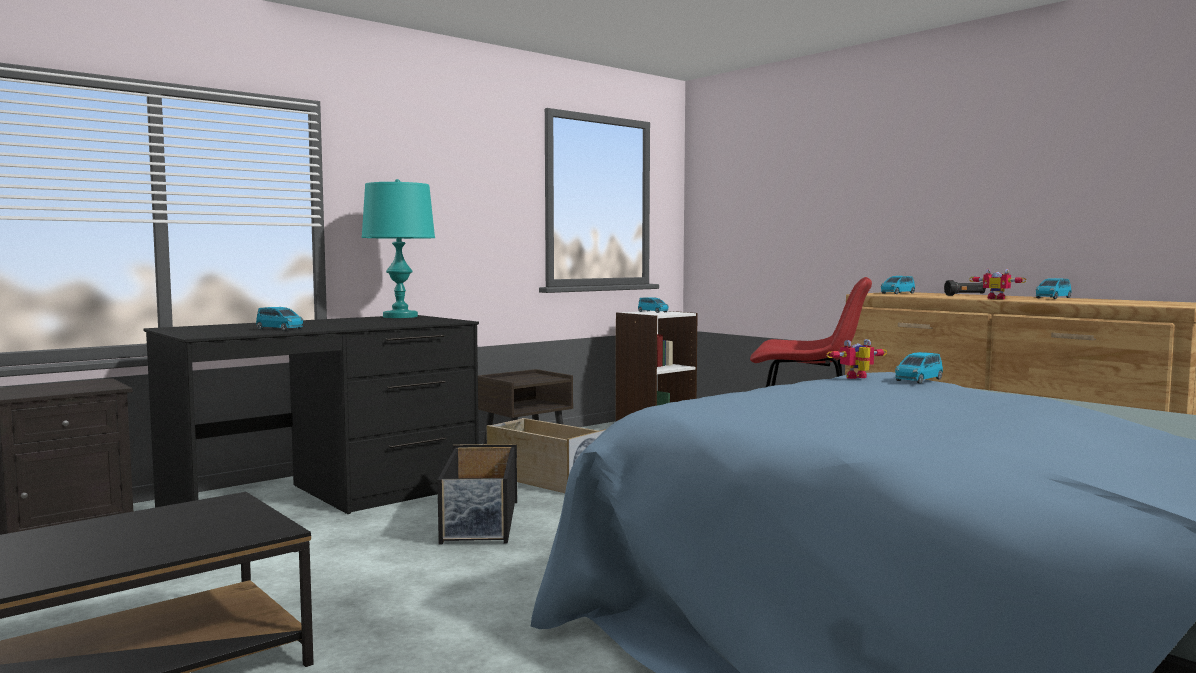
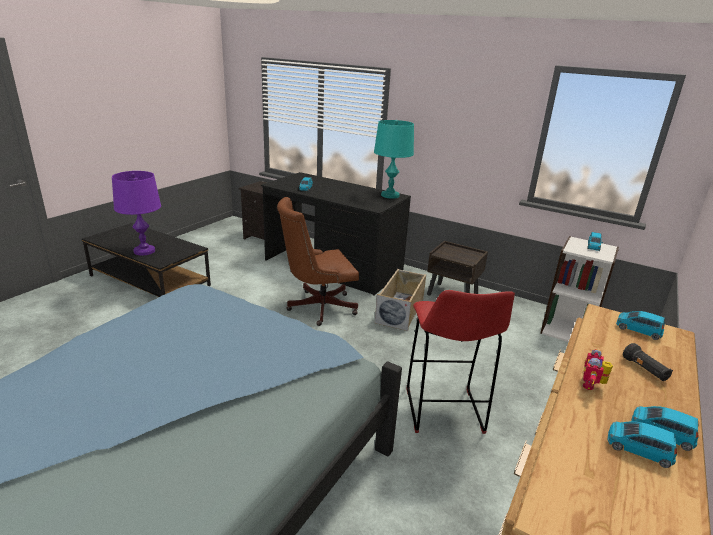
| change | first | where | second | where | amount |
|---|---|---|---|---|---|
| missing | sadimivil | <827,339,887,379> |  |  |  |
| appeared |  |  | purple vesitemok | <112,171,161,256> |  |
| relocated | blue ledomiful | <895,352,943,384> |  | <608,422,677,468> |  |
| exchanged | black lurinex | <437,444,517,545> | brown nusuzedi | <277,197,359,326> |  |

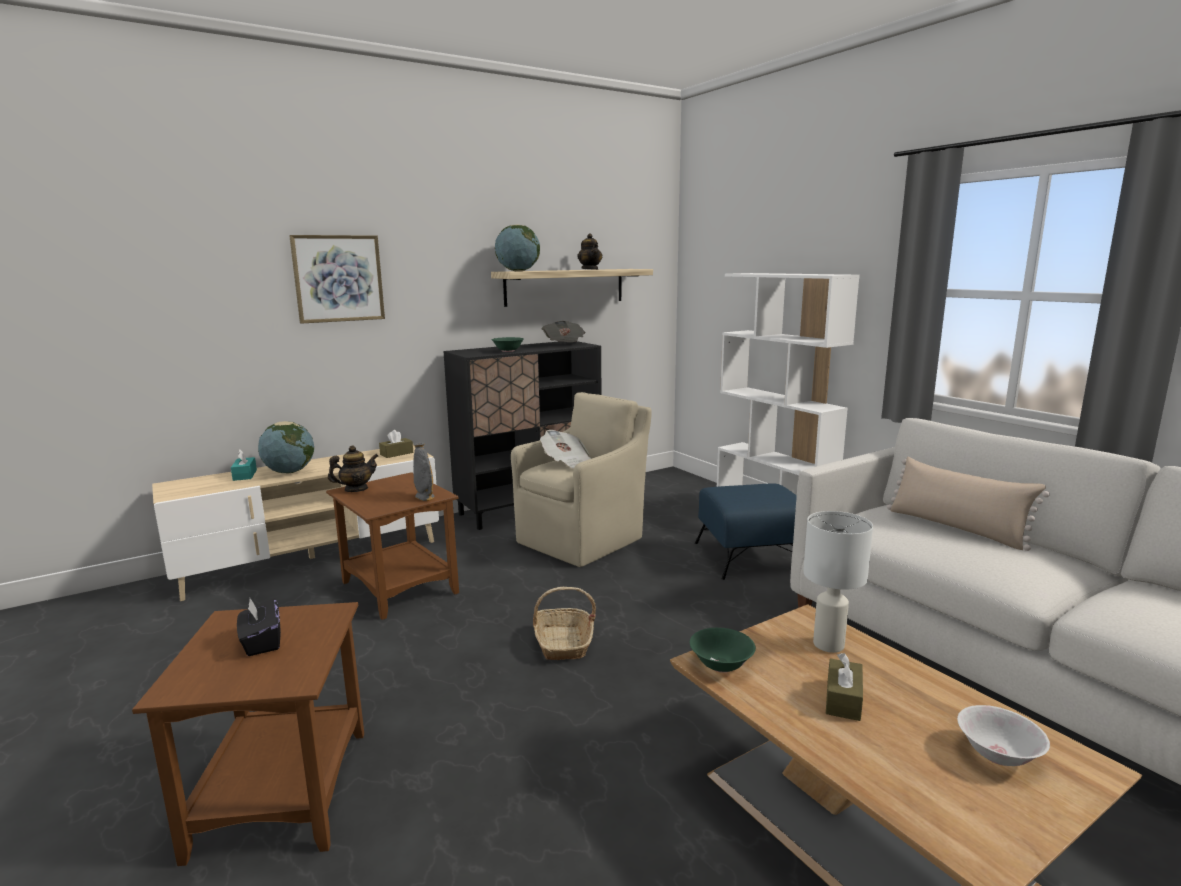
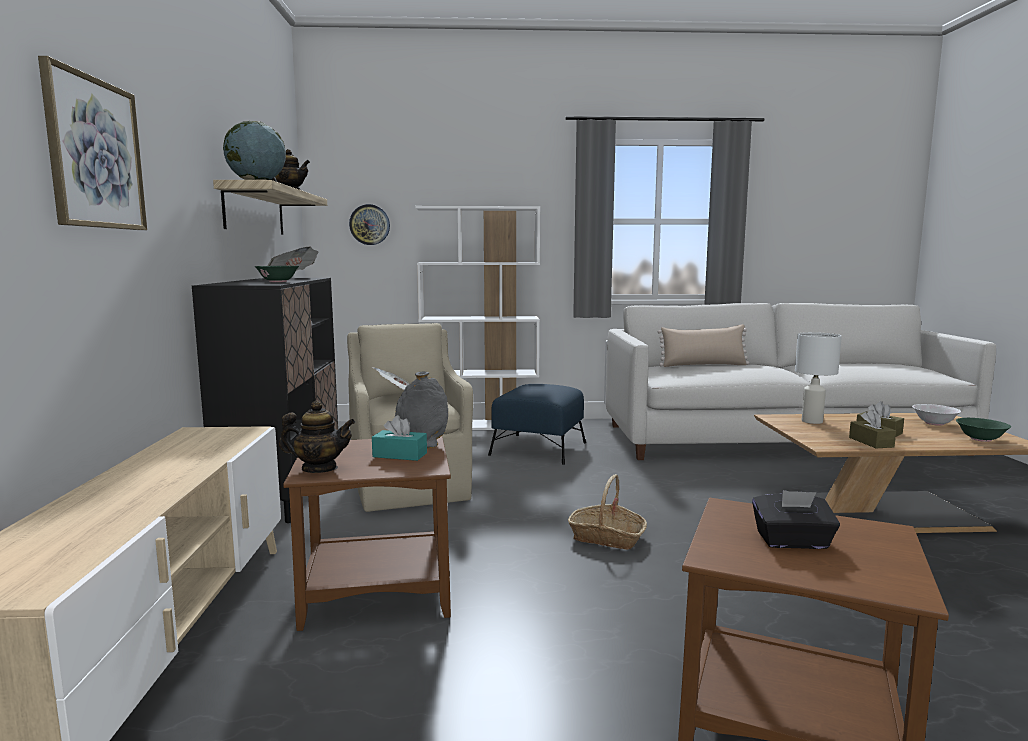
| change | first | where | second | where | amount |
|---|---|---|---|---|---|
| missing | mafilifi | <258,421,314,473> |  |  |  |
| appeared |  |  | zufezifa | <349,204,390,245> |  |
| relocated | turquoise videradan | <231,449,257,481> |  | <372,415,427,461> |  |
| relocated | brown videradan | <379,430,413,458> |  | <849,410,896,449> |  |
| relocated | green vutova | <690,628,756,673> |  | <956,418,1011,442> |  |
| spun | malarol | <328,445,378,492> |  | <279,400,355,473> | 90 degrees clockwise |

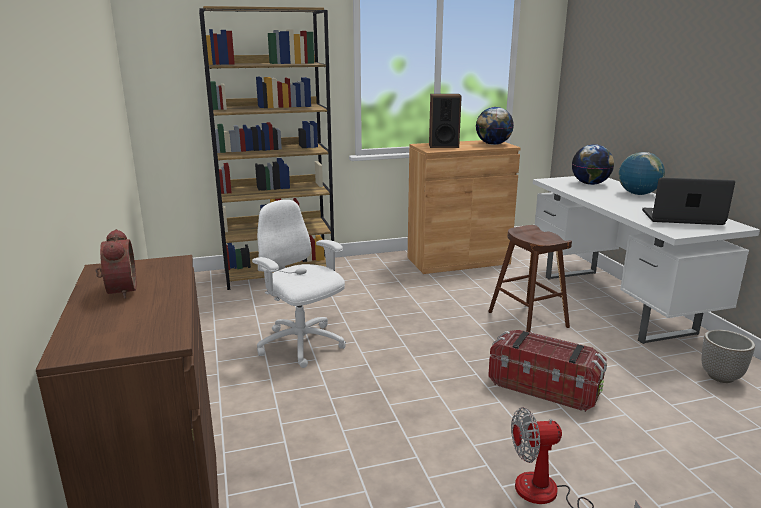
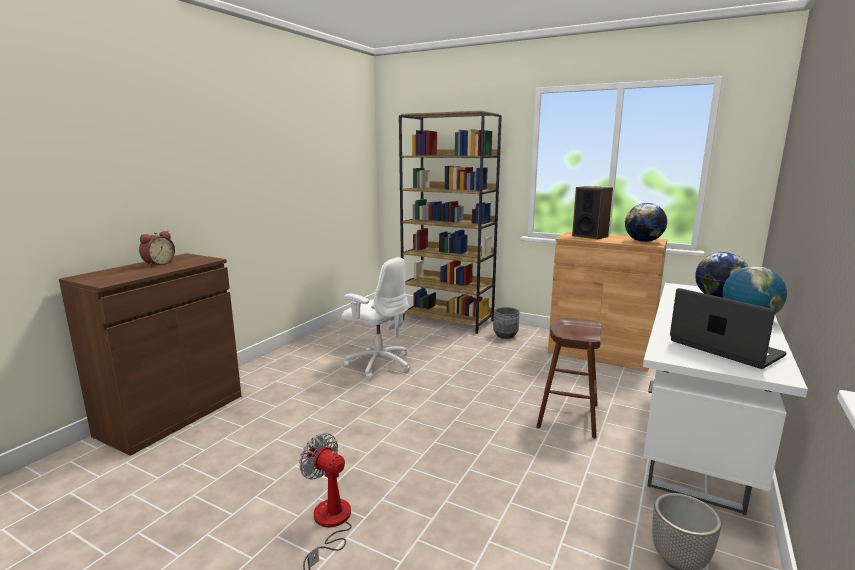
| change | first | where | second | where | amount |
|---|---|---|---|---|---|
| missing | lurinex | <488,330,607,412> |  |  |  |
| appeared |  |  | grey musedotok | <493,307,519,339> |  |
| spun | white nusuzedi | <252,200,346,368> |  | <342,257,410,380> | 120 degrees clockwise |

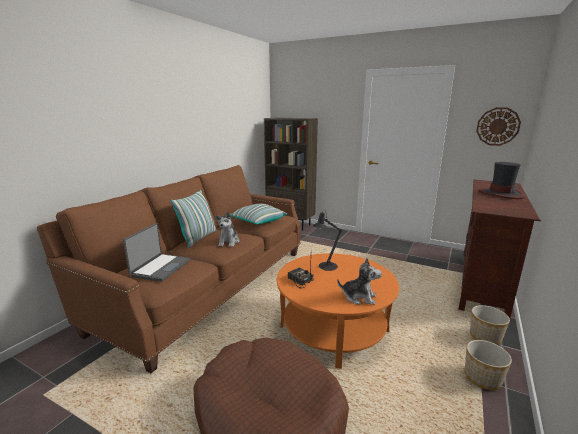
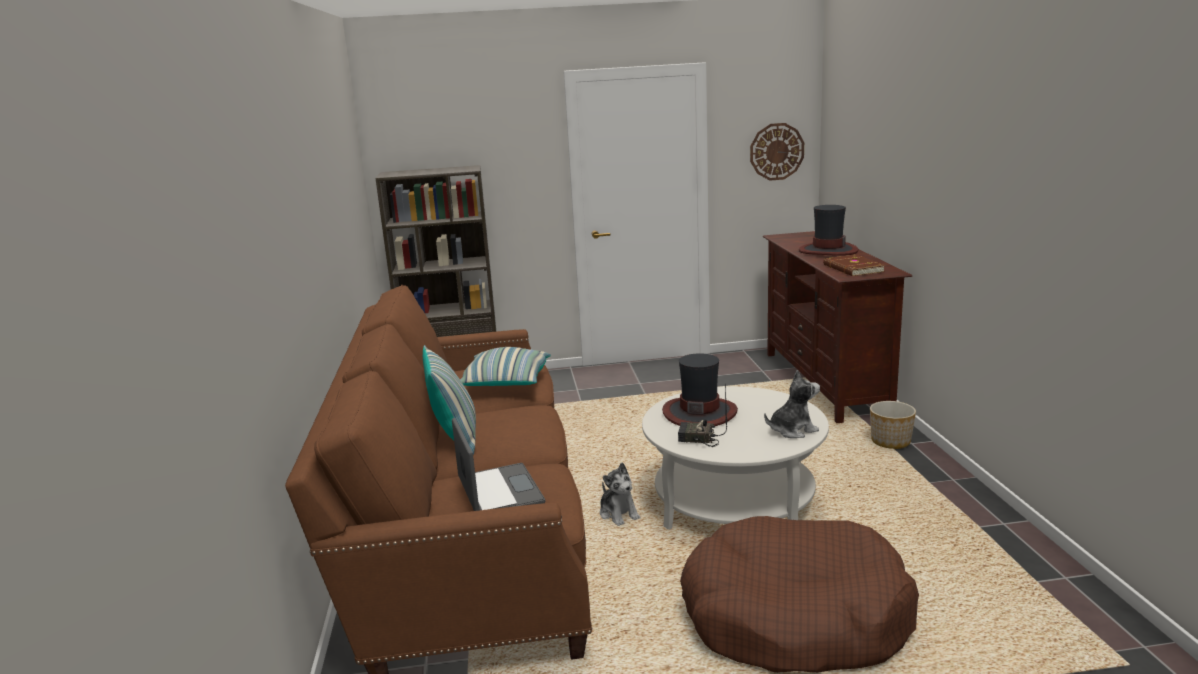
| change | first | where | second | where | amount |
|---|---|---|---|---|---|
| missing | musedotok | <465,340,512,390> |  |  |  |
| appeared |  |  | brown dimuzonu | <823,255,885,276> |  |
| relocated | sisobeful | <215,212,239,247> |  | <600,463,641,526> |  |
| exchanged | black vesitemok | <313,209,342,271> | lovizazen | <662,353,738,426> |  |
| colour | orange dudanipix | <277,253,399,369> | white dudanipix | <642,386,829,530> |  |

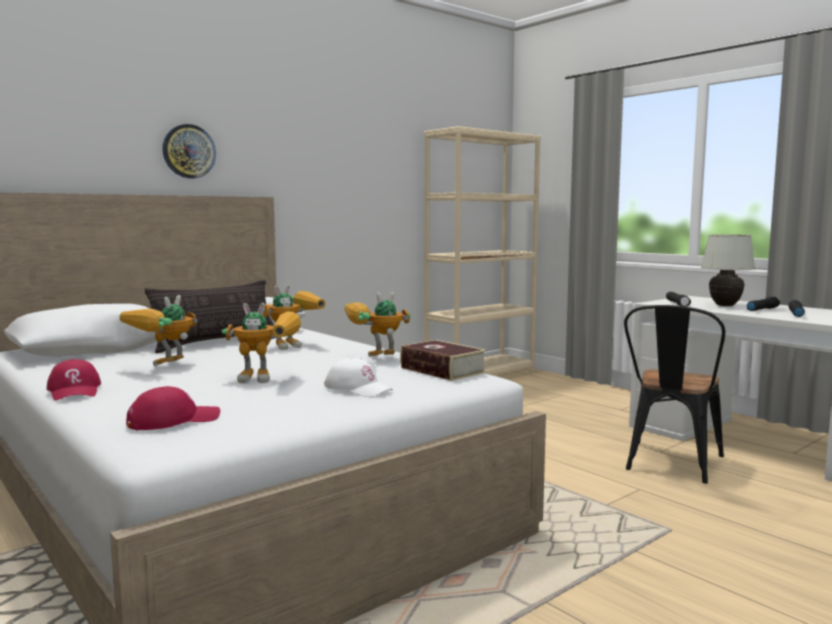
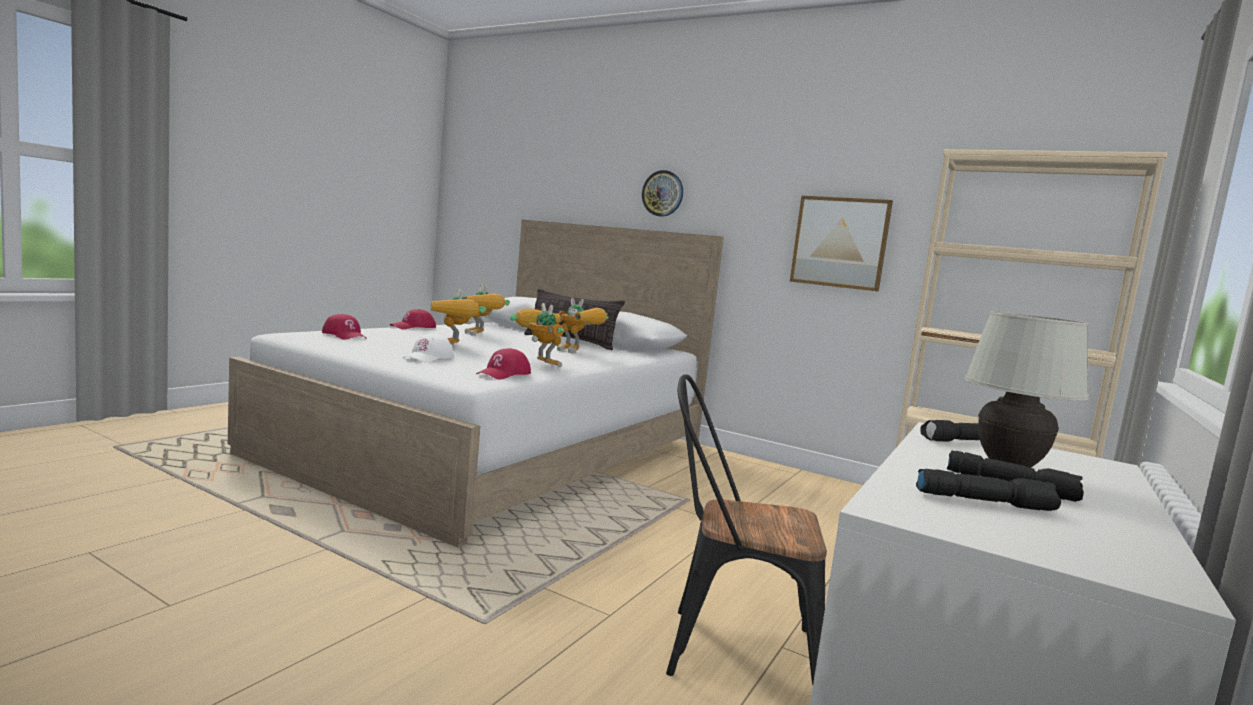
| change | first | where | second | where | amount |
|---|---|---|---|---|---|
| appeared |  |  | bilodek | <790,196,893,291> |  |
| exchanged | dimuzonu | <400,340,487,381> | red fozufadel | <476,348,531,379> |  |
| spun | sadimivil | <119,295,197,366> |  | <465,284,510,336> | 135 degrees counterclockwise |

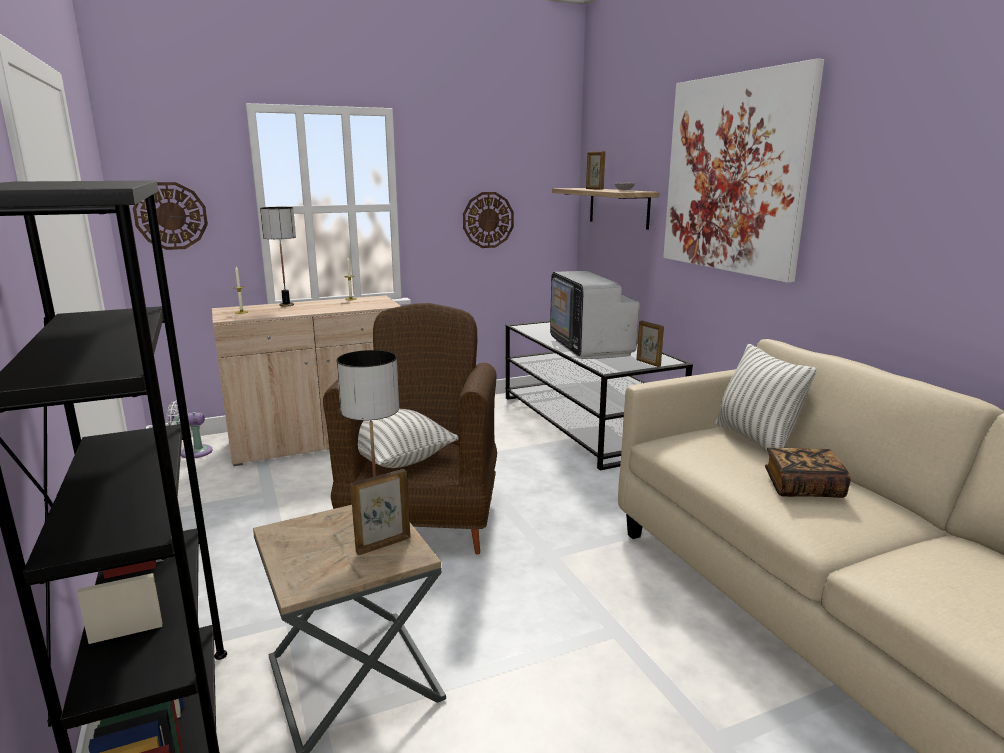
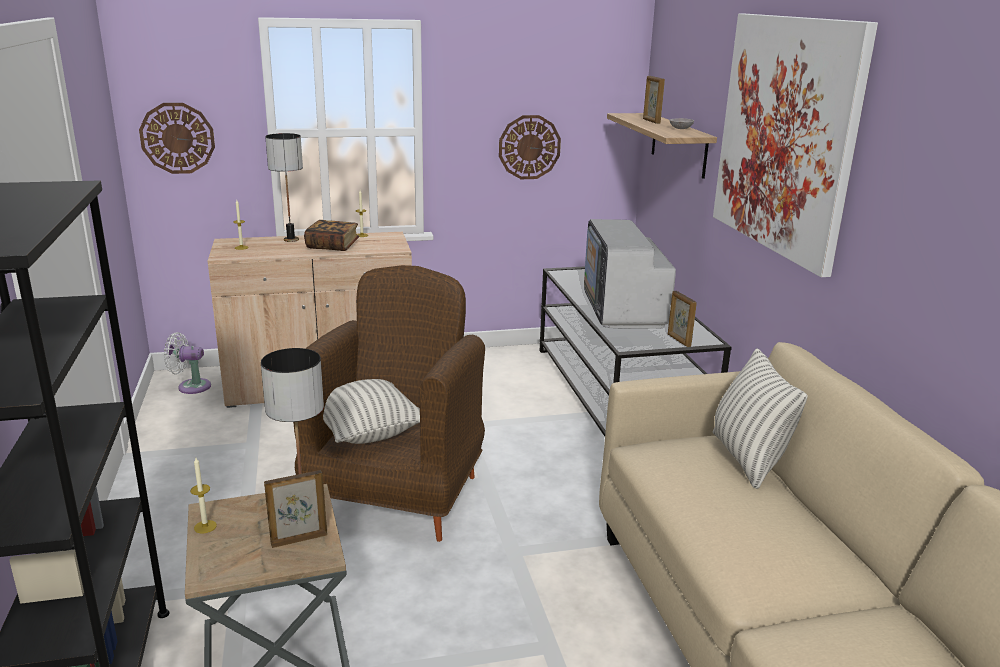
| change | first | where | second | where | amount |
|---|---|---|---|---|---|
| appeared |  |  | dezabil | <190,458,217,534> |  |
| relocated | dimuzonu | <765,447,851,498> |  | <304,220,359,251> |  |

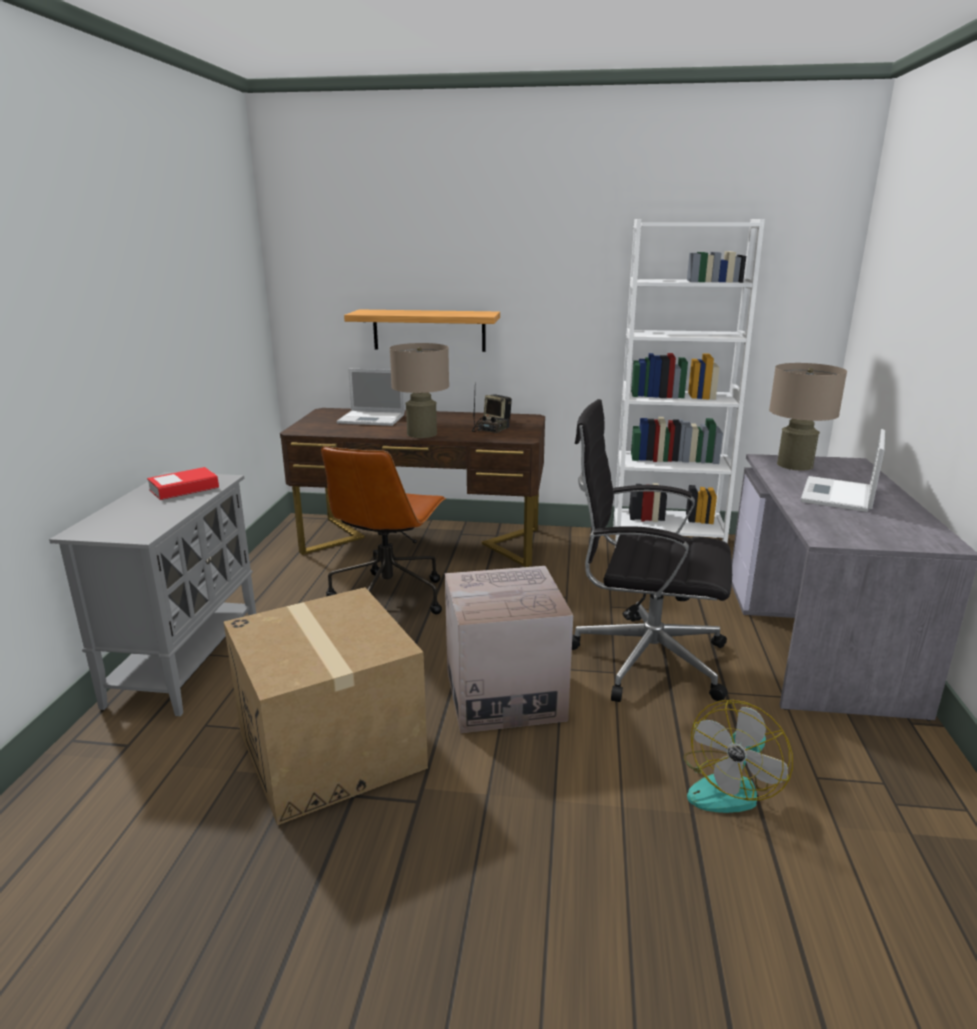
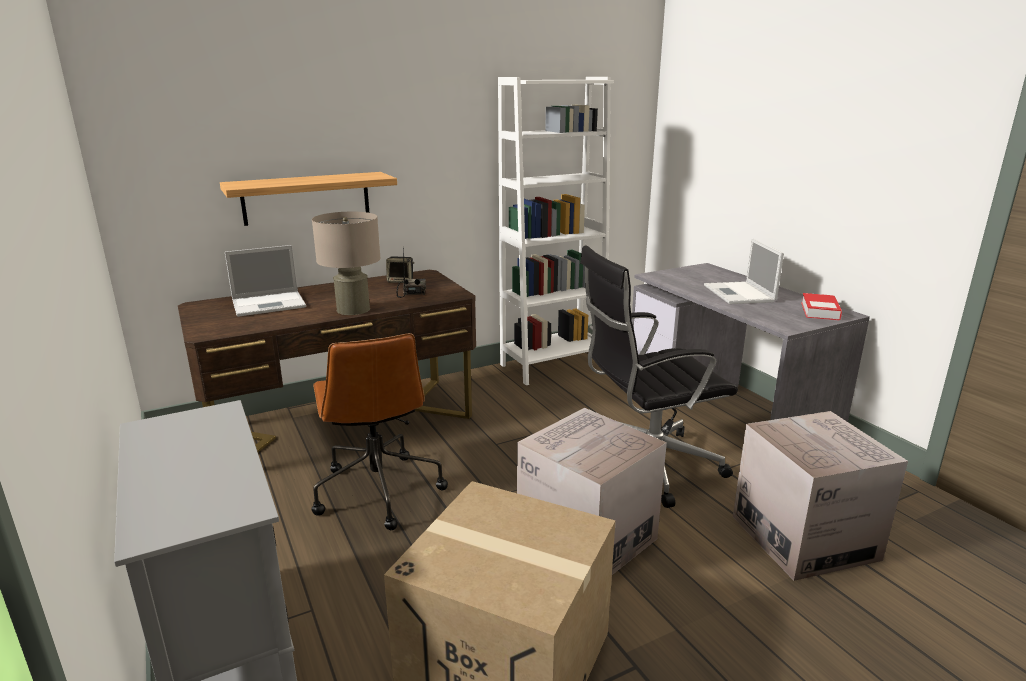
| change | first | where | second | where | amount |
|---|---|---|---|---|---|
| missing | beige vesitemok | <769,363,847,470> |  |  |  |
| relocated | dimuzonu | <147,467,219,500> |  | <801,293,842,321> |  |
| exchanged | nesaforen | <683,700,793,813> | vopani | <733,411,908,581> |  |

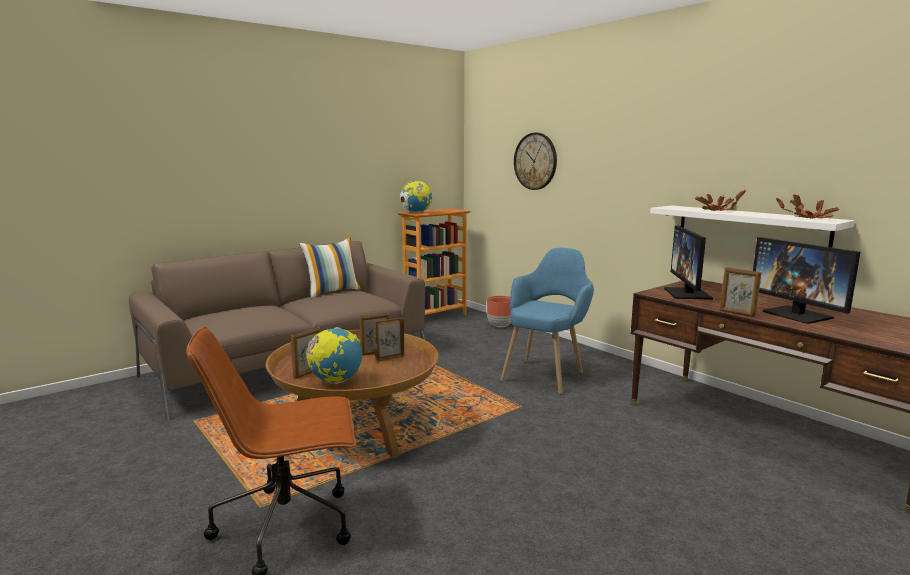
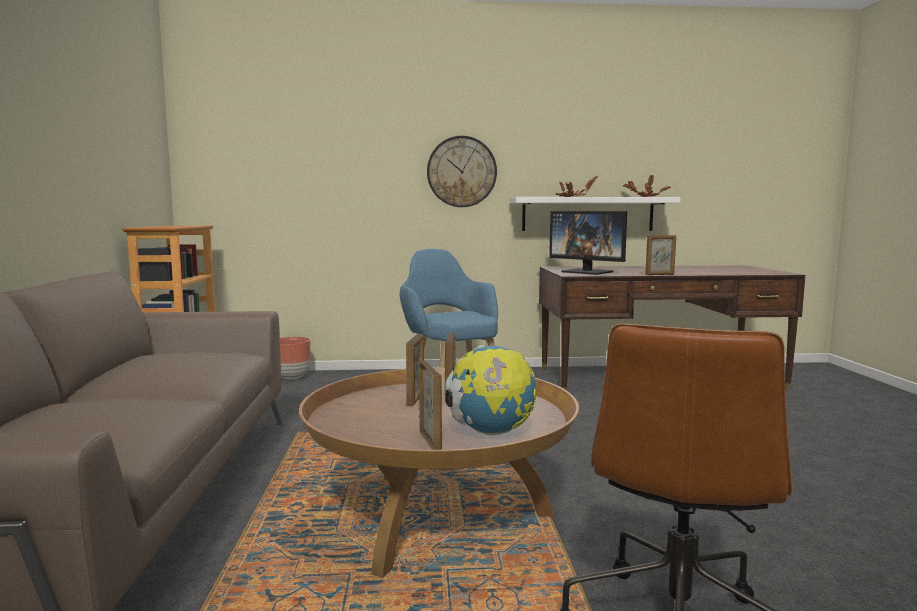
| change | first | where | second | where | amount |
|---|---|---|---|---|---|
| missing | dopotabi | <299,237,361,298> |  |  |  |
| missing | mafilifi | <400,181,432,213> |  |  |  |
| missing | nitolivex | <753,237,860,324> |  |  |  |
| relocated | zufezifa | <514,133,557,190> |  | <427,136,497,207> |  |

